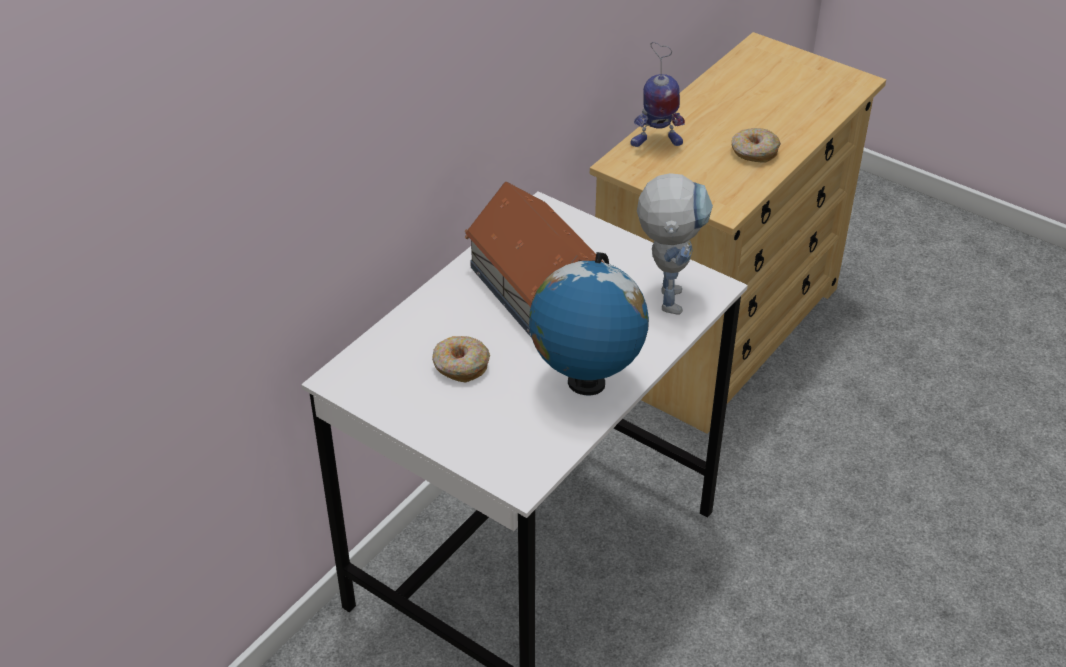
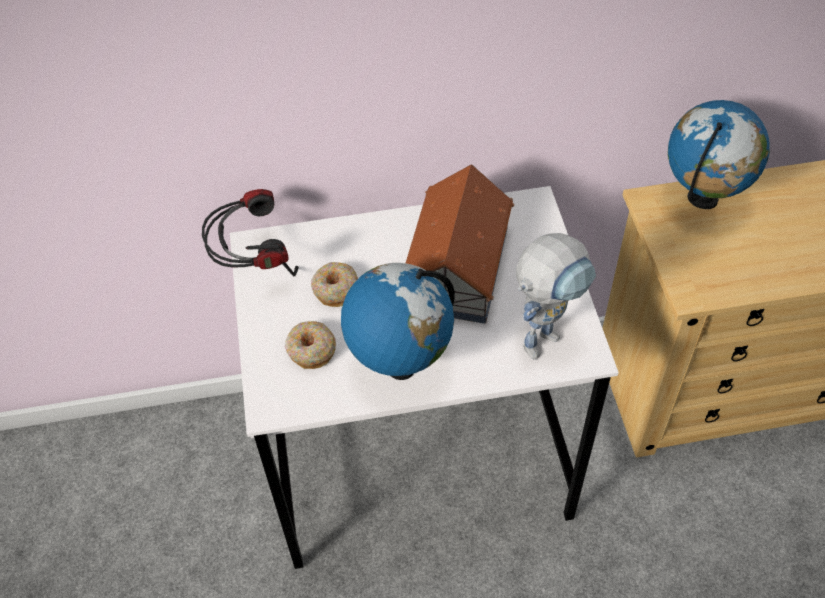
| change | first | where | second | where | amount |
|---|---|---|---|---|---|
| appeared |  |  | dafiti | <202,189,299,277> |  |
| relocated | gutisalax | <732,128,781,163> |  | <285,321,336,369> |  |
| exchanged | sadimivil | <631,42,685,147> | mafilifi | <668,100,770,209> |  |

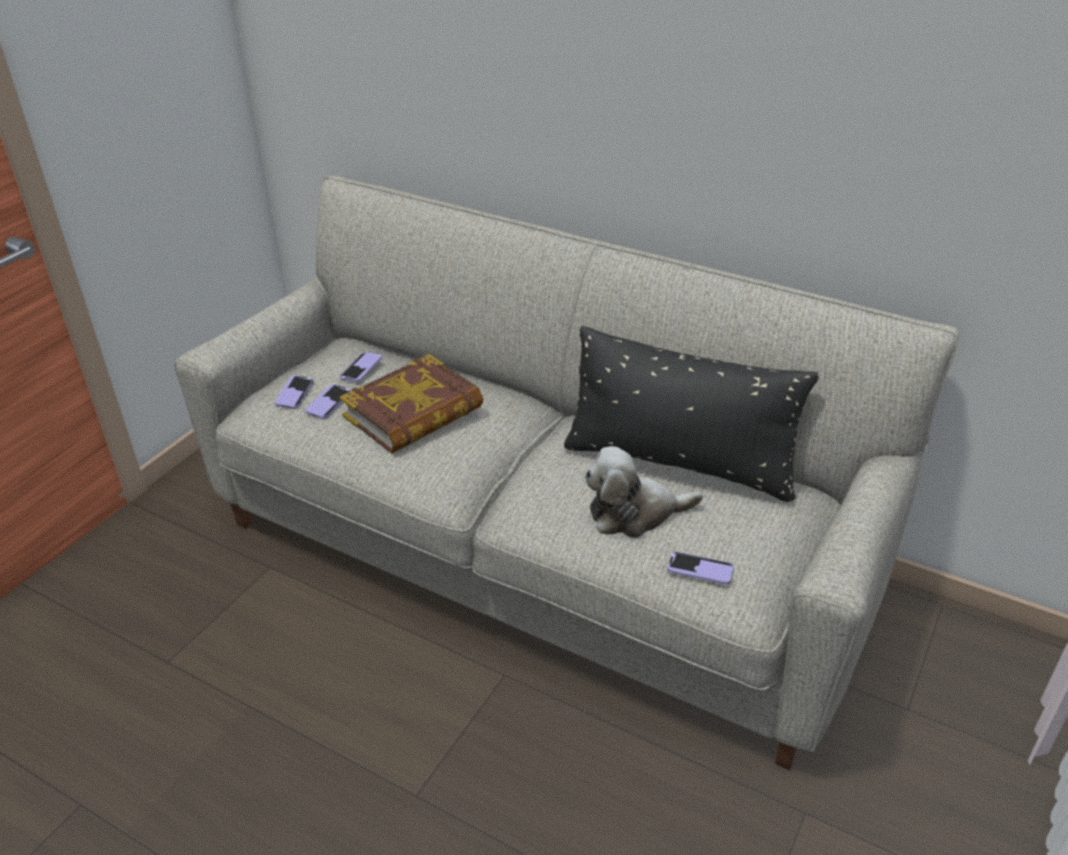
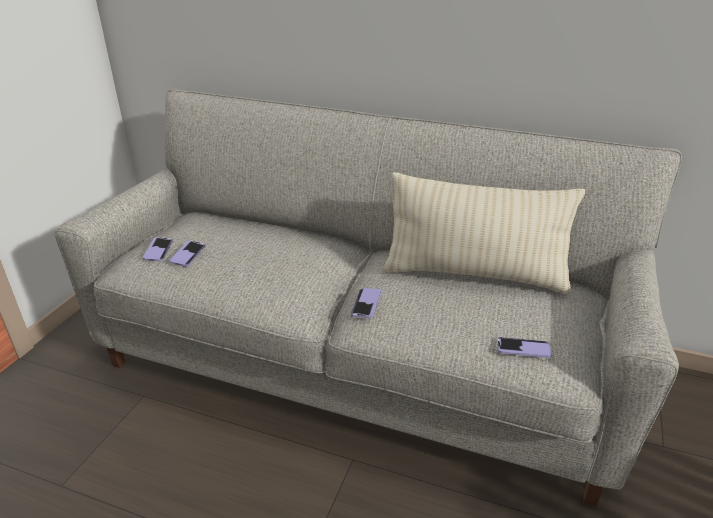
| change | first | where | second | where | amount |
|---|---|---|---|---|---|
| missing | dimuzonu | <340,354,483,453> |  |  |  |
| missing | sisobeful | <584,446,703,538> |  |  |  |
| relocated | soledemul | <340,352,382,382> |  | <350,288,381,318> |  |
| colour | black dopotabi | <564,326,819,503> | beige dopotabi | <383,172,585,294> |  |

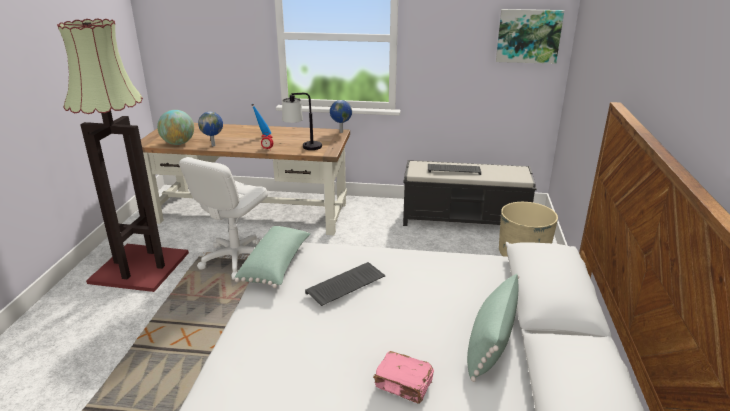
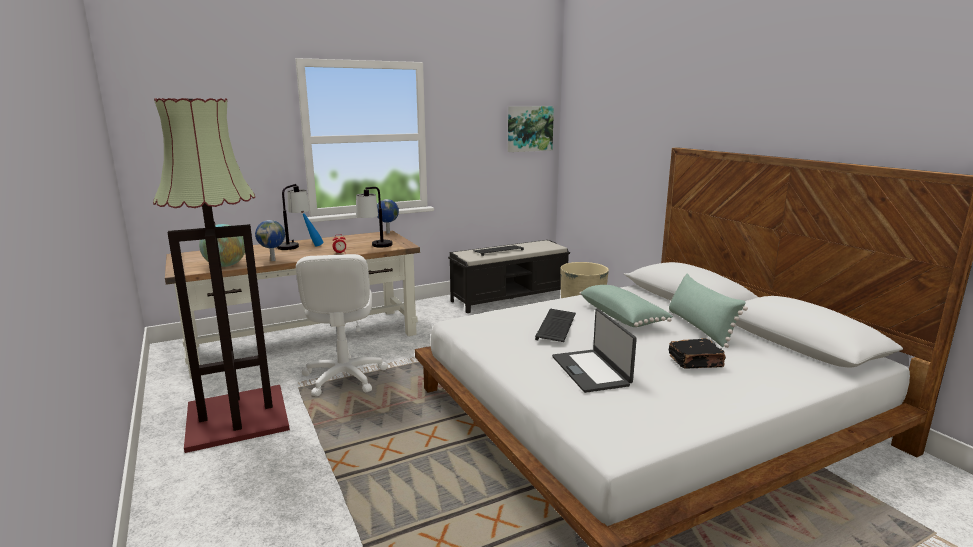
| change | first | where | second | where | amount |
|---|---|---|---|---|---|
| appeared |  |  | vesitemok | <277,184,310,250> |  |
| appeared |  |  | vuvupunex | <552,308,637,393> |  |
| relocated | green dopotabi | <235,226,310,288> |  | <580,285,673,327> |  |
| colour | pink dimuzonu | <373,351,434,404> | black dimuzonu | <668,338,726,368> |  |

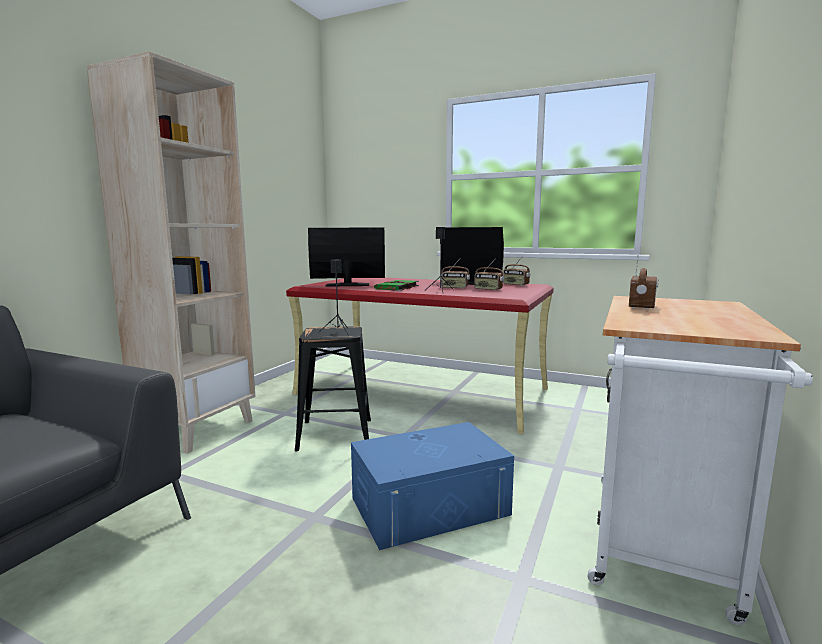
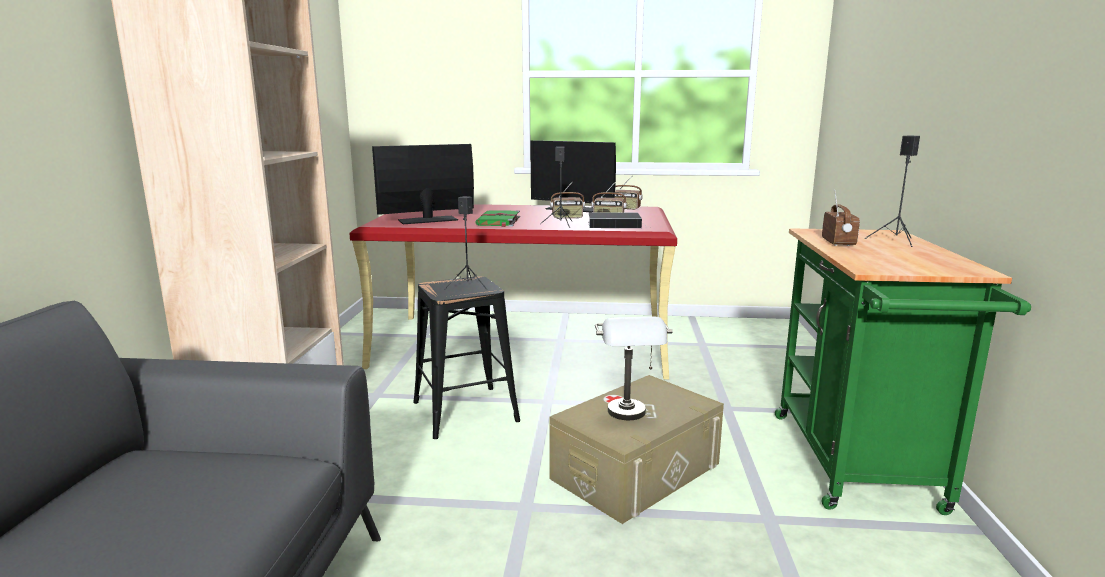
| change | first | where | second | where | amount |
|---|---|---|---|---|---|
| appeared |  |  | dimuzonu | <588,212,646,228> |  |
| appeared |  |  | grey vesitemok | <595,317,672,420> |  |
| appeared |  |  | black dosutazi | <865,135,920,247> |  |
| colour | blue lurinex | <351,422,514,550> | beige lurinex | <549,375,724,524> |  |
| colour | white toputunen | <588,296,813,625> | green toputunen | <775,228,1031,515> |  |

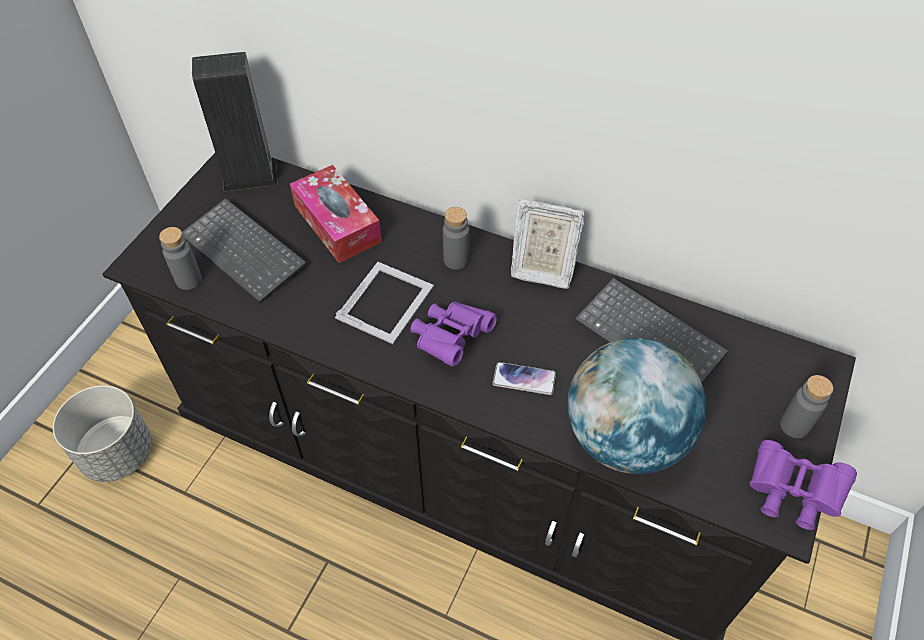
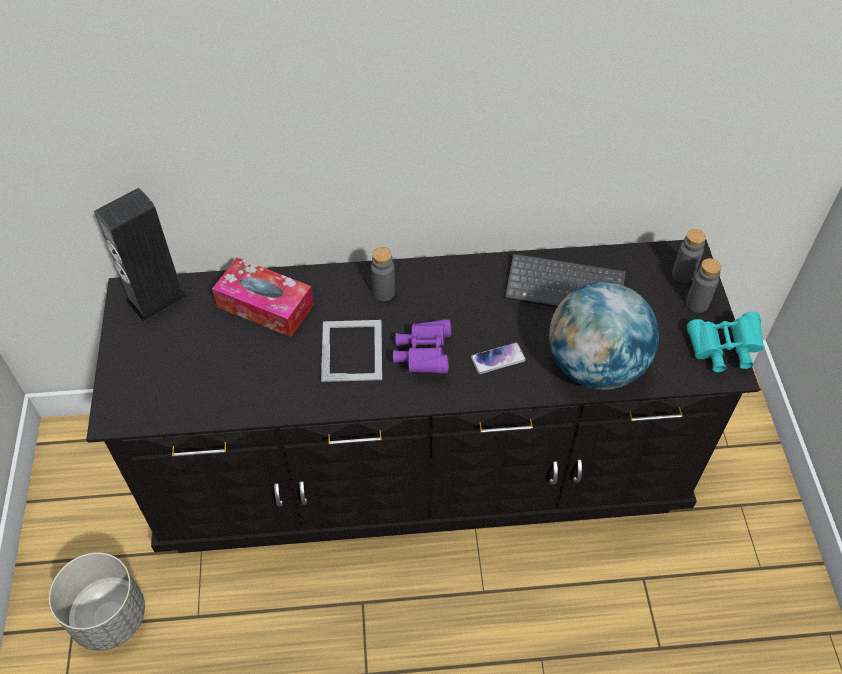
| change | first | where | second | where | amount |
|---|---|---|---|---|---|
| missing | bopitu | <182,198,307,304> |  |  |  |
| missing | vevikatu | <511,199,585,289> |  |  |  |
| relocated | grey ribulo | <159,227,202,290> |  | <672,229,706,283> |  |
| colour | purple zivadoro | <749,440,857,530> | turquoise zivadoro | <687,312,765,372> |  |

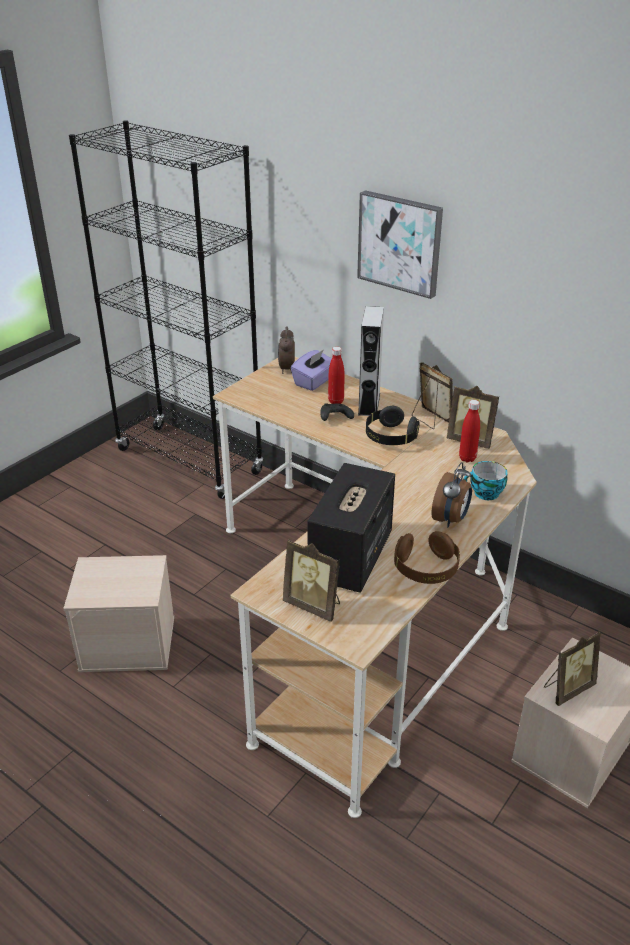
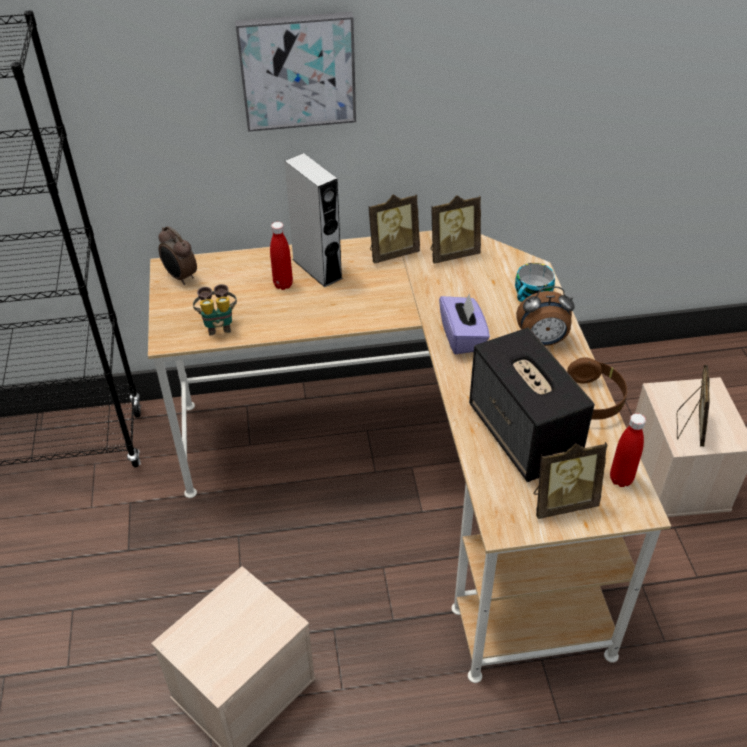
| change | first | where | second | where | amount |
|---|---|---|---|---|---|
| missing | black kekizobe | <321,403,354,421> |  |  |  |
| missing | black dafiti | <366,406,420,445> |  |  |  |
| appeared |  |  | zivadoro | <193,284,237,336> |  |
| relocated | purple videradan | <291,350,332,391> |  | <439,293,490,354> |  |
| relocated | red ribulo | <459,400,480,462> |  | <610,413,646,487> |  |
| spun | vevikatu | <412,362,453,429> |  | <369,194,420,264> | 150 degrees clockwise |
| spun | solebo | <431,462,472,527> |  | <516,286,575,346> | 105 degrees clockwise |

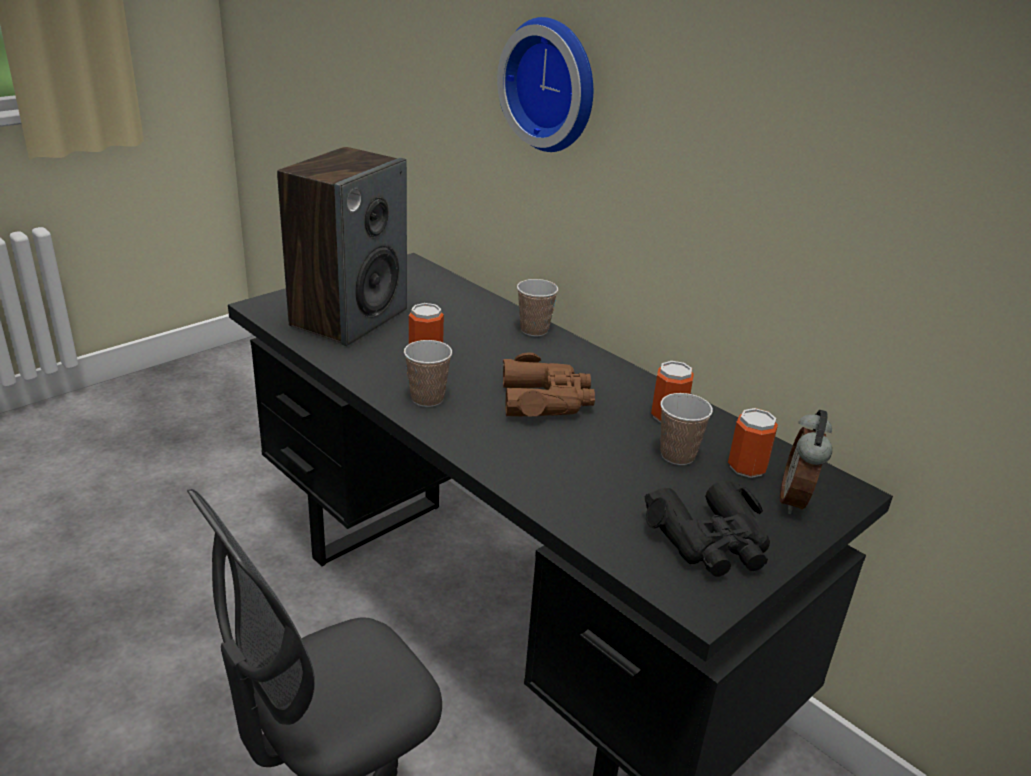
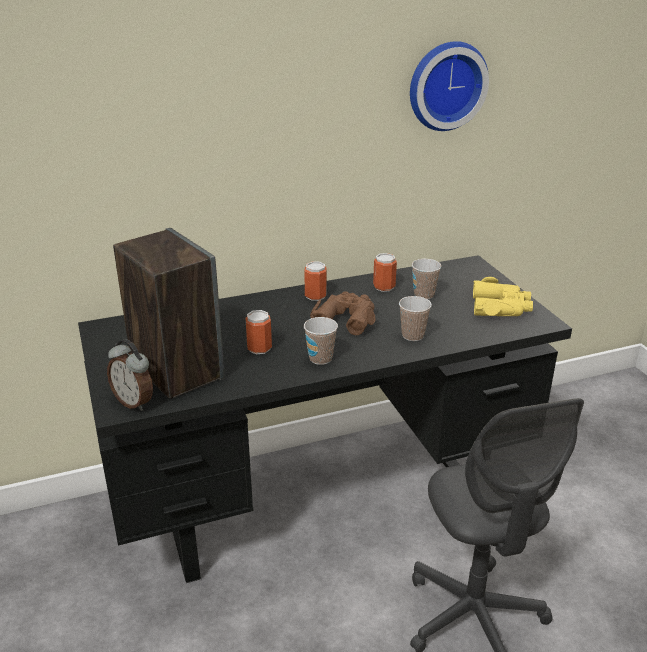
| change | first | where | second | where | amount |
|---|---|---|---|---|---|
| relocated | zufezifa | <497,17,593,152> |  | <410,41,489,131> |  |
| relocated | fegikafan | <517,279,558,337> |  | <399,296,432,341> |  |
| relocated | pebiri | <728,408,778,478> |  | <304,262,327,301> |  |
| relocated | solebo | <780,410,832,514> |  | <107,339,153,411> |  |
| colour | black zivadoro | <645,481,770,576> | yellow zivadoro | <473,277,533,316> |  |

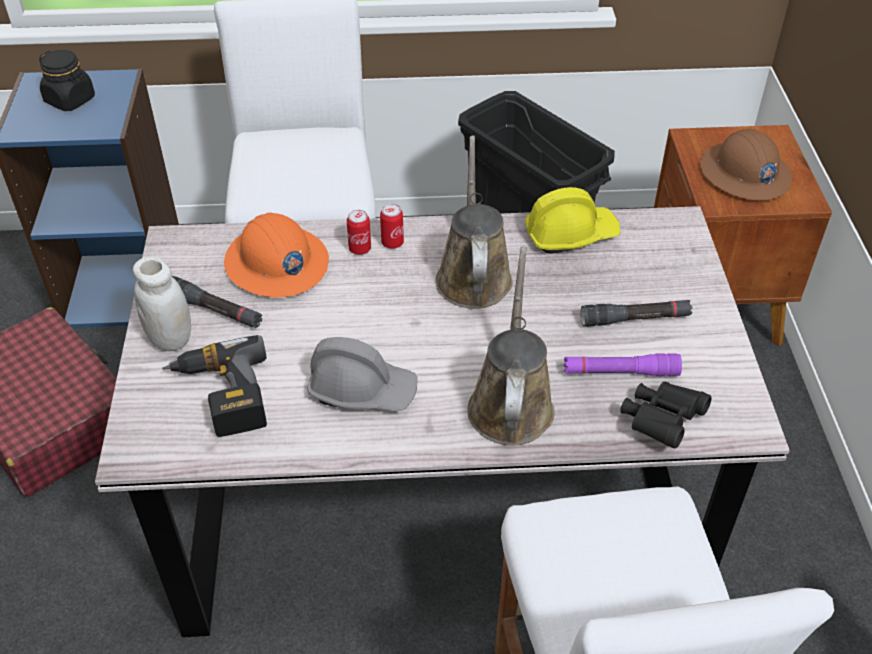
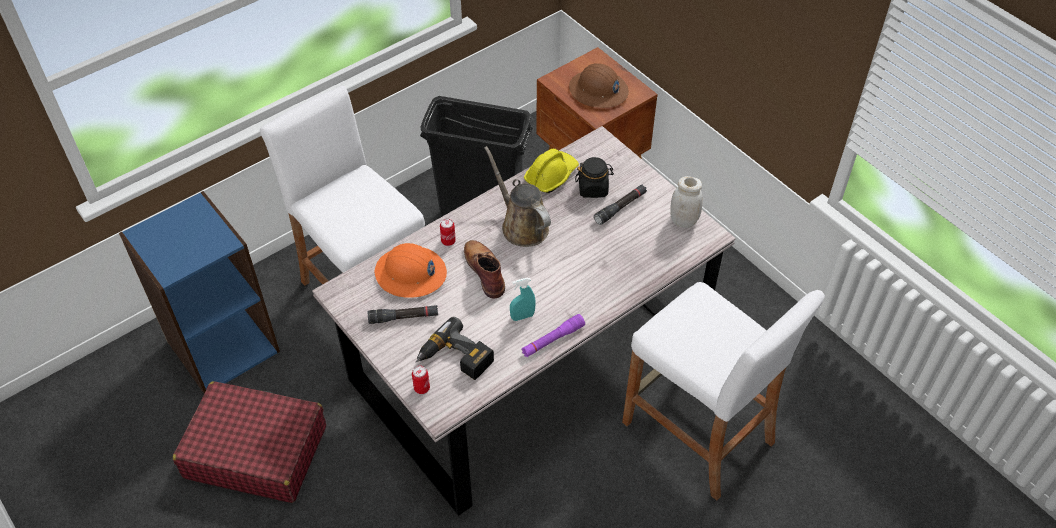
| change | first | where | second | where | amount |
|---|---|---|---|---|---|
| missing | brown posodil | <467,246,555,446> |  |  |  |
| missing | black zivadoro | <620,382,712,449> |  |  |  |
| appeared |  |  | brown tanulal | <464,240,505,298> |  |
| relocated | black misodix | <39,50,95,111> |  | <575,157,614,198> |  |
| relocated | white misodix | <133,256,191,351> |  | <670,176,702,228> |  |
| relocated | pebiri | <380,204,404,249> |  | <412,366,430,394> |  |
| relocated | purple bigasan | <564,354,682,376> |  | <521,314,585,357> |  |
| exchanged | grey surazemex | <307,337,418,411> | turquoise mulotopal | <510,278,536,321> |  |

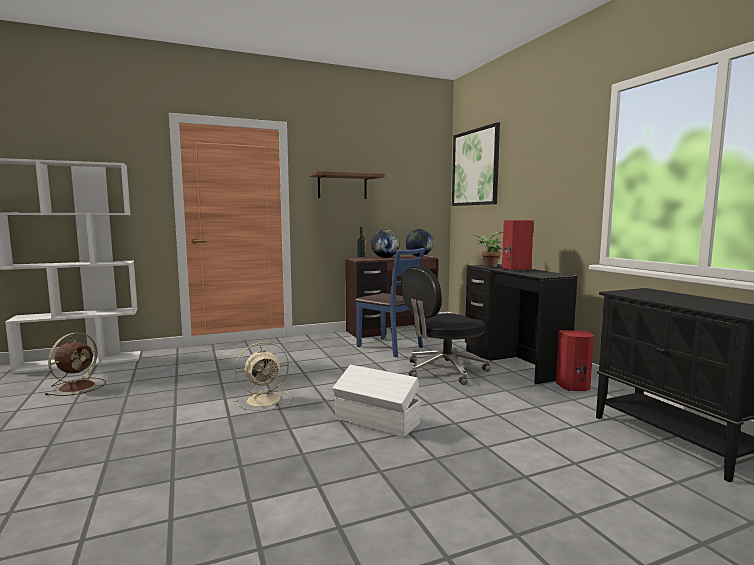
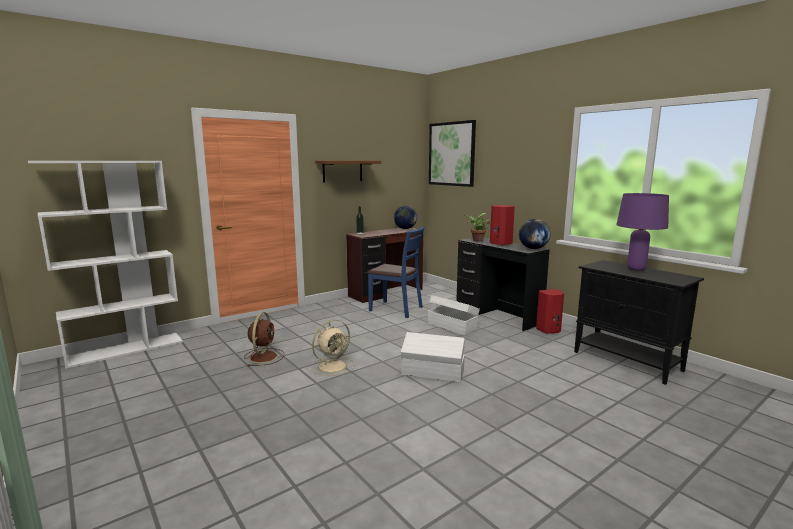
| change | first | where | second | where | amount |
|---|---|---|---|---|---|
| appeared |  |  | purple vesitemok | <616,193,669,271> |  |
| relocated | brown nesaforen | <45,333,106,396> |  | <244,312,284,366> |  |
| relocated | mafilifi | <371,229,400,258> |  | <519,219,550,249> |  |
| exchanged | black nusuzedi | <401,266,490,385> | white lurinex | <428,295,480,335> |  |

